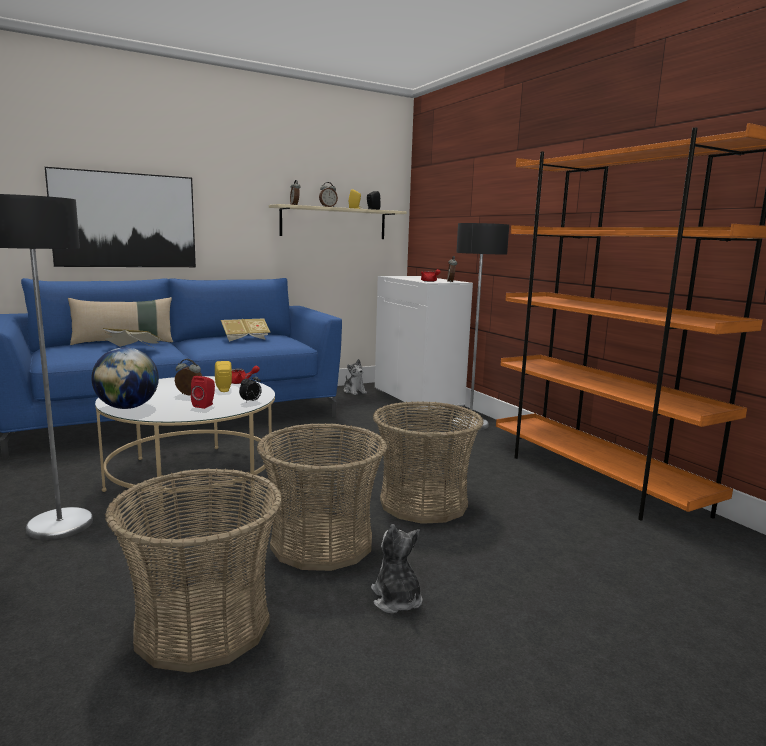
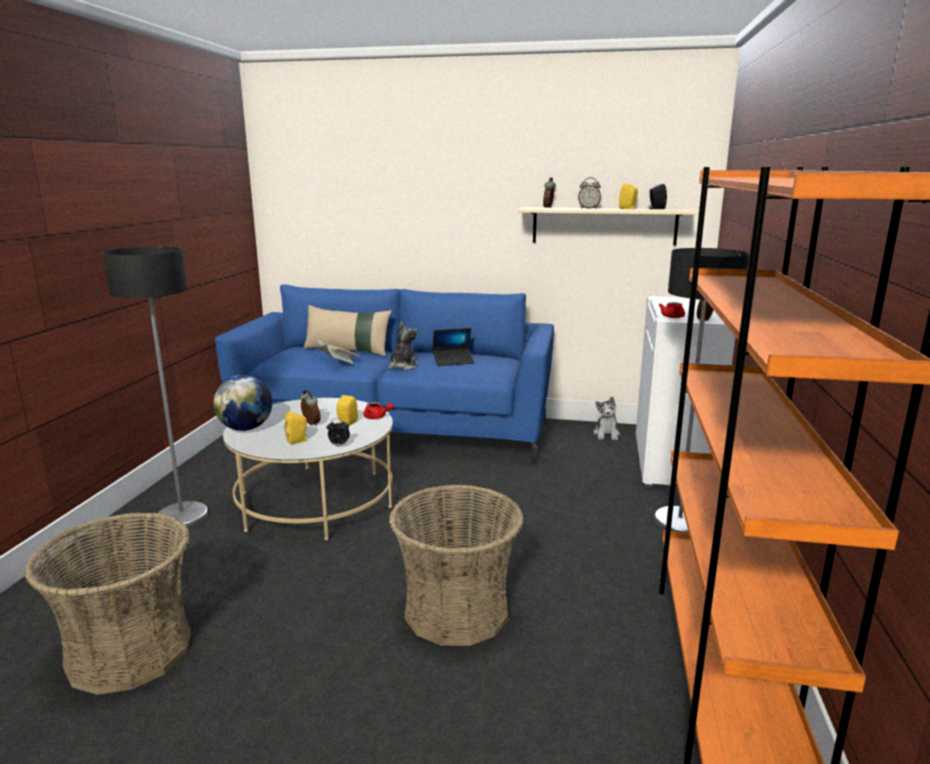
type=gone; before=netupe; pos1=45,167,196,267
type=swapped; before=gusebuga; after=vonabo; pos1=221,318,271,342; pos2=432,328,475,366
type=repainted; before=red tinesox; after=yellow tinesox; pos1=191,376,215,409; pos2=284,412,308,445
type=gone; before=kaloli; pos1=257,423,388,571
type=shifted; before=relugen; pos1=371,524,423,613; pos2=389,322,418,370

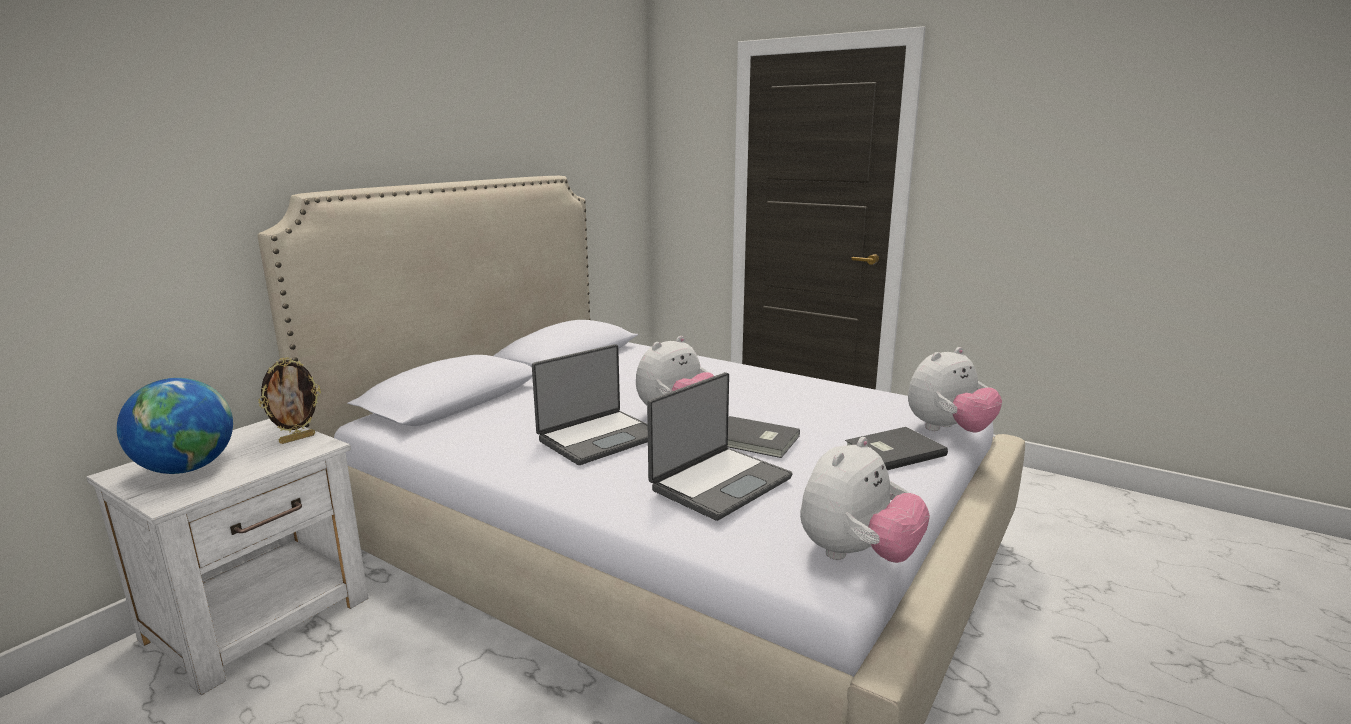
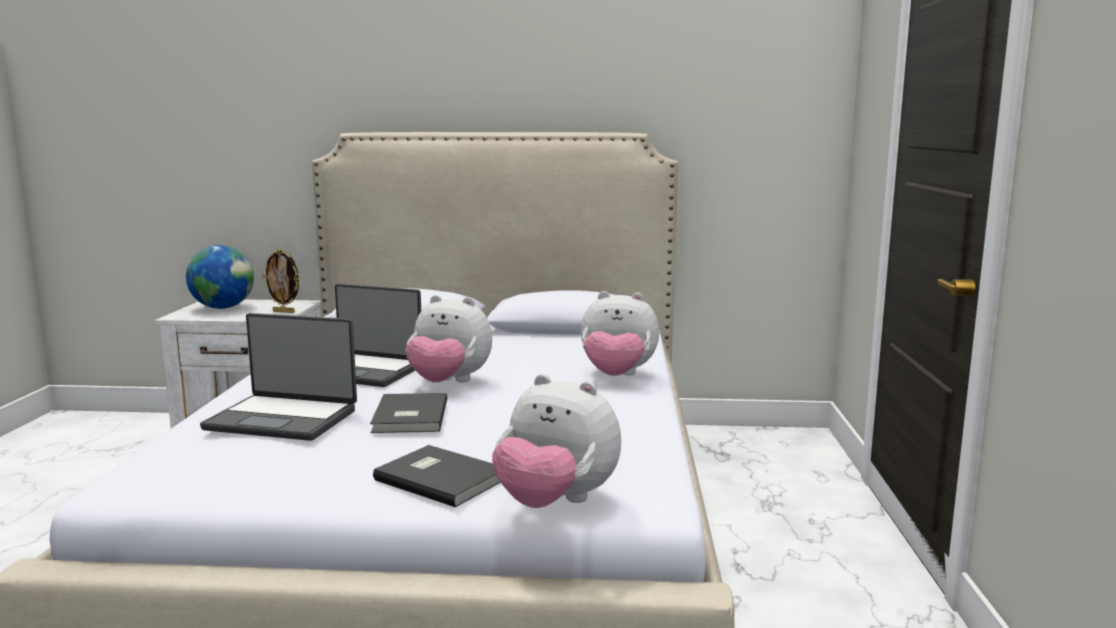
type=shifted; before=relugen; pos1=800,437,930,563; pos2=581,291,659,376

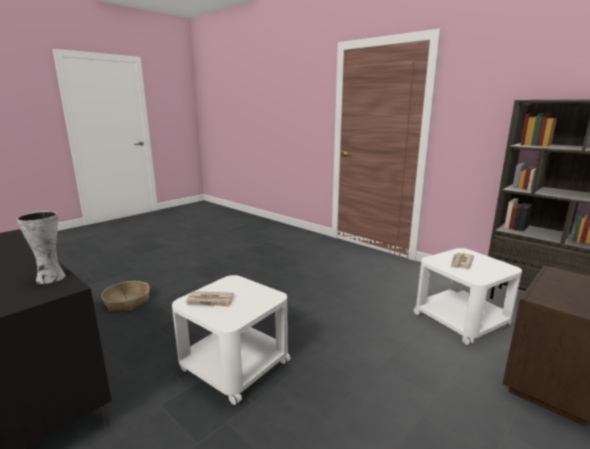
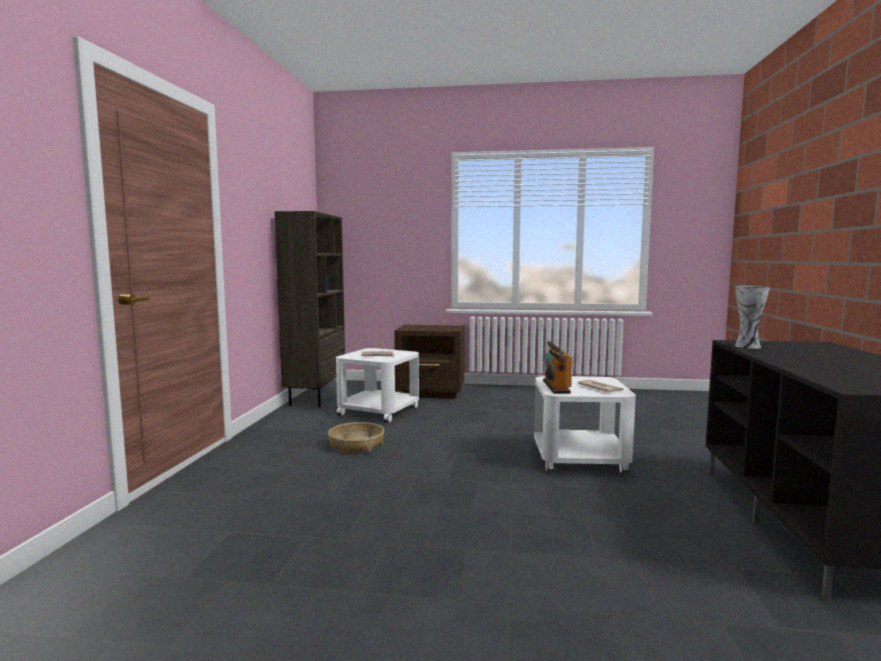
type=shifted; before=kaloli; pos1=101,281,150,311; pos2=328,422,384,454
type=new; after=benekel; pos2=543,341,572,393

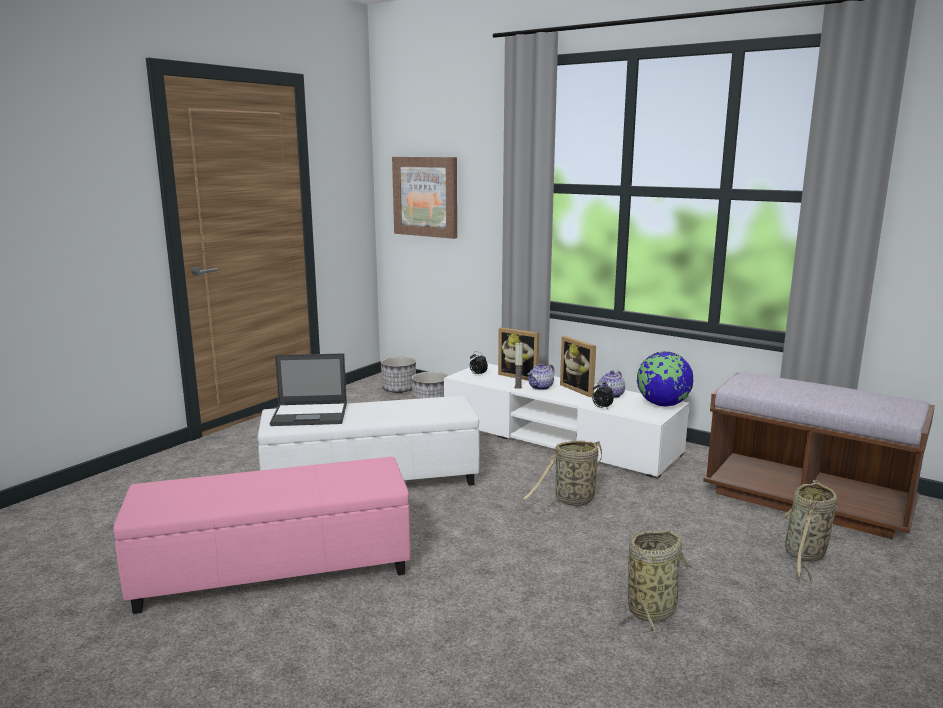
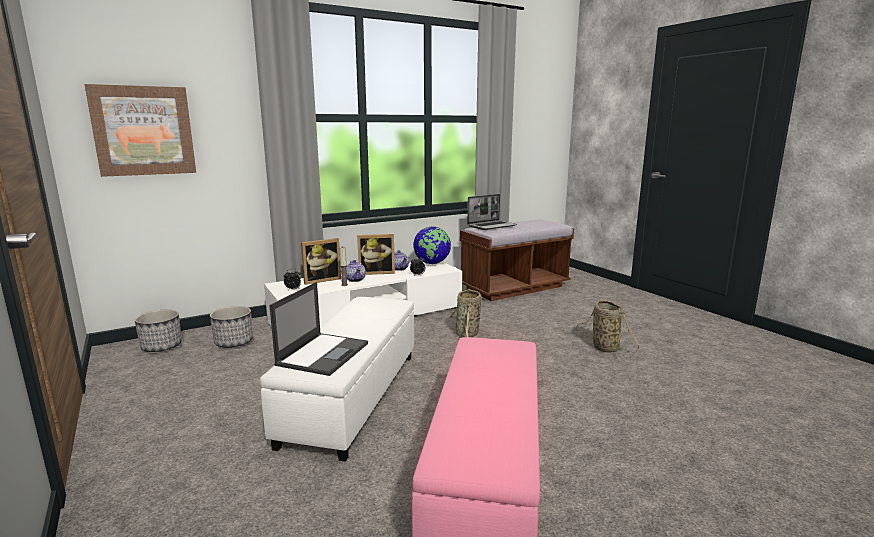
type=gone; before=kaloli; pos1=781,480,837,583
type=new; after=vonabo; pos2=467,194,517,230

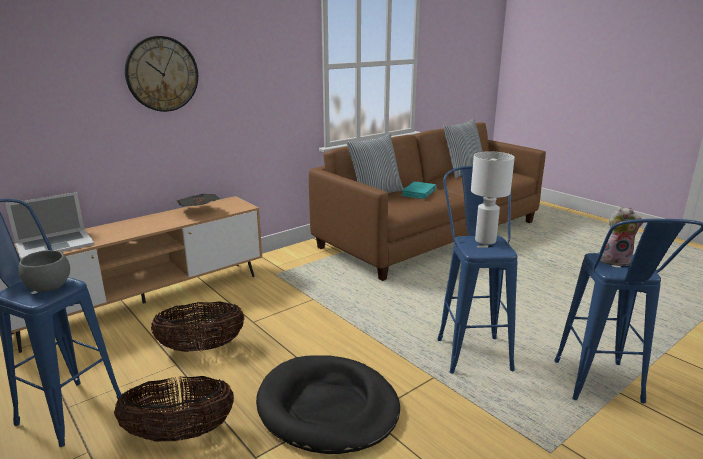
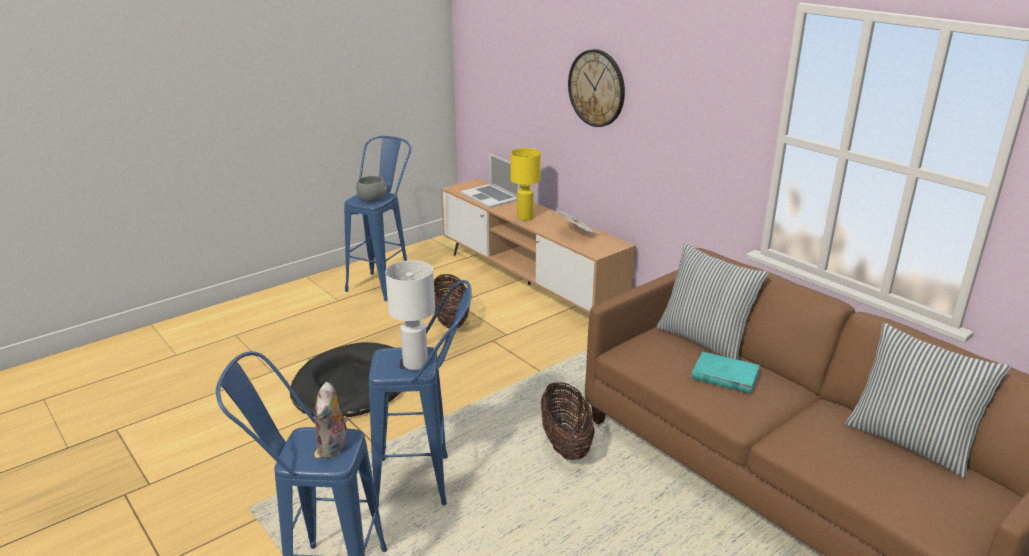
type=shifted; before=kaloli; pos1=114,376,234,442; pos2=541,381,595,460
type=new; after=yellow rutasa; pos2=510,148,541,221

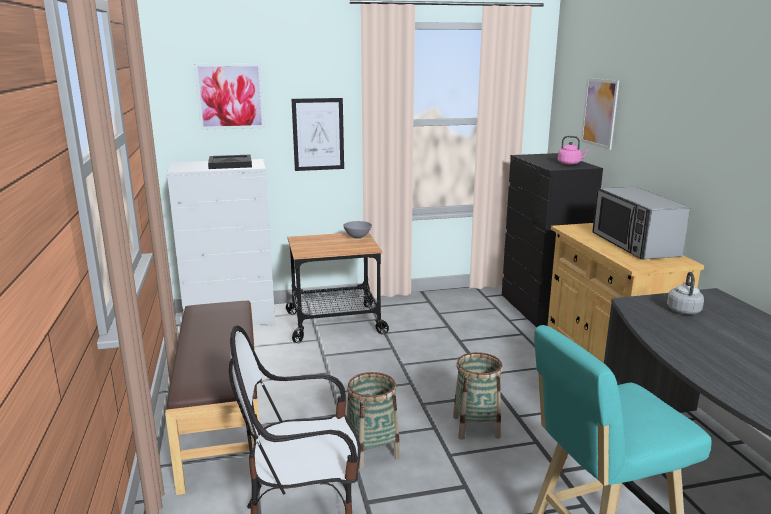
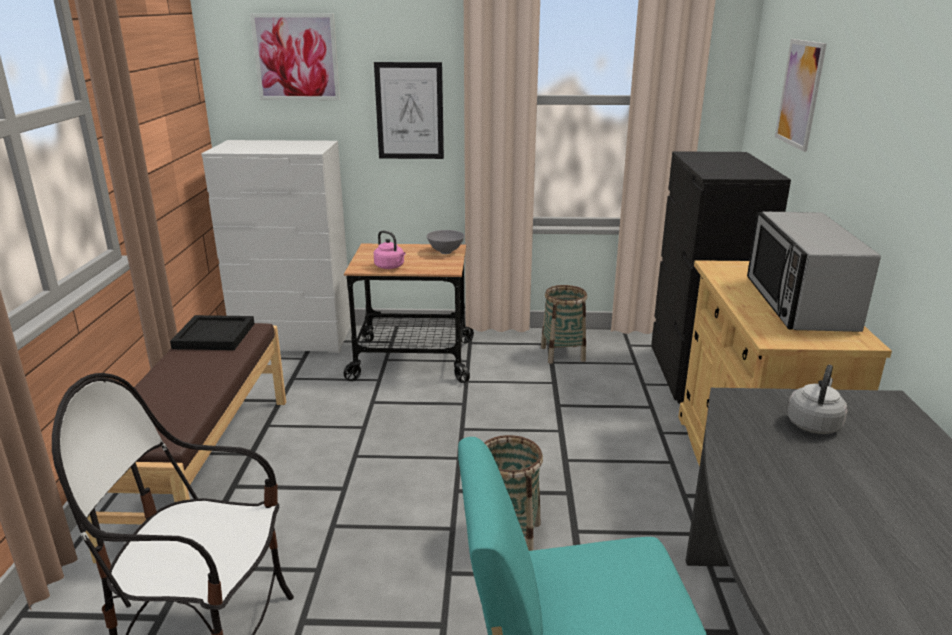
type=shifted; before=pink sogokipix; pos1=558,136,589,165; pos2=374,230,406,269
type=shifted; before=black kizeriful; pos1=208,154,252,169; pos2=170,315,254,350
type=shifted; before=kaloli; pos1=347,372,400,469; pos2=541,285,587,364

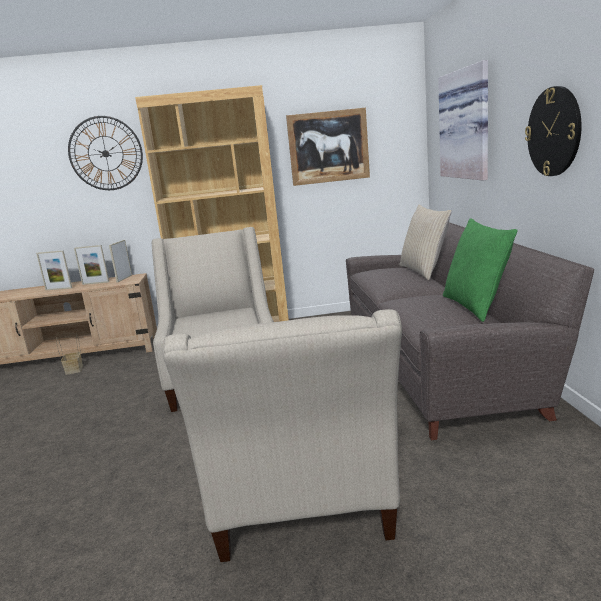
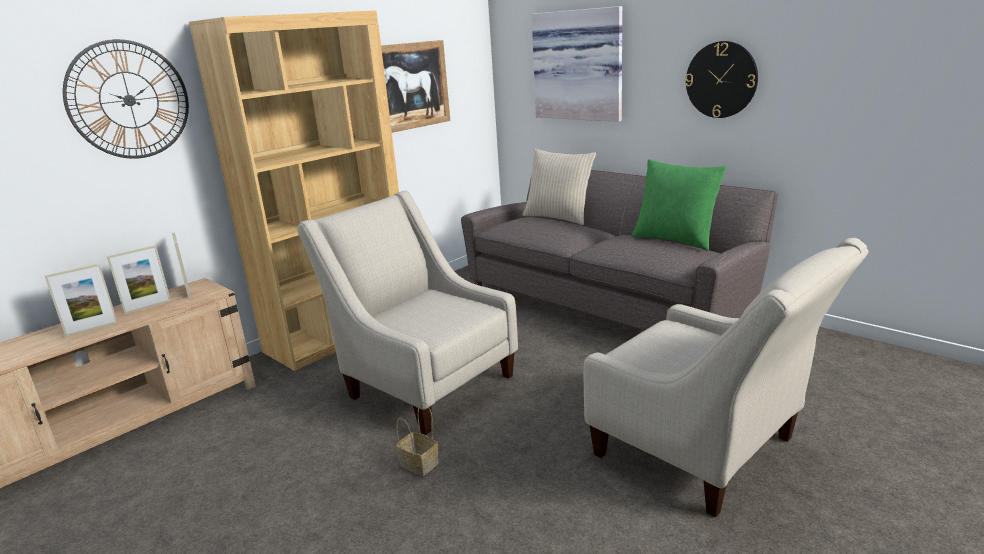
type=shifted; before=kaloli; pos1=56,334,83,375; pos2=396,402,439,476

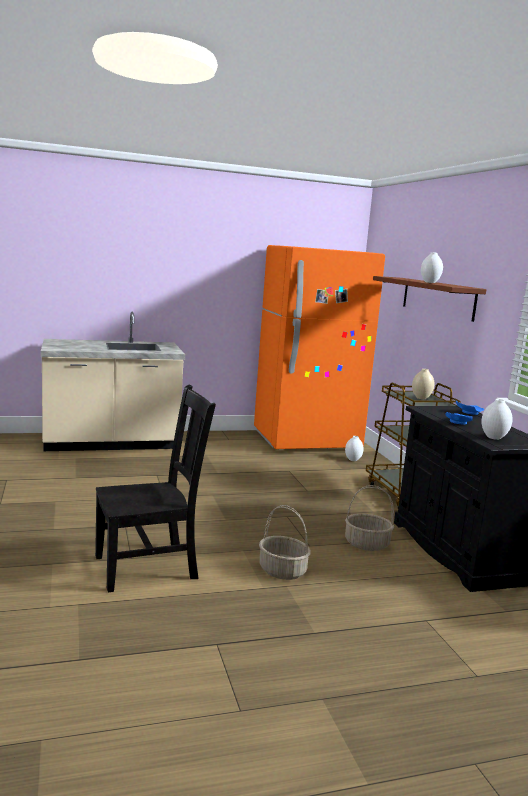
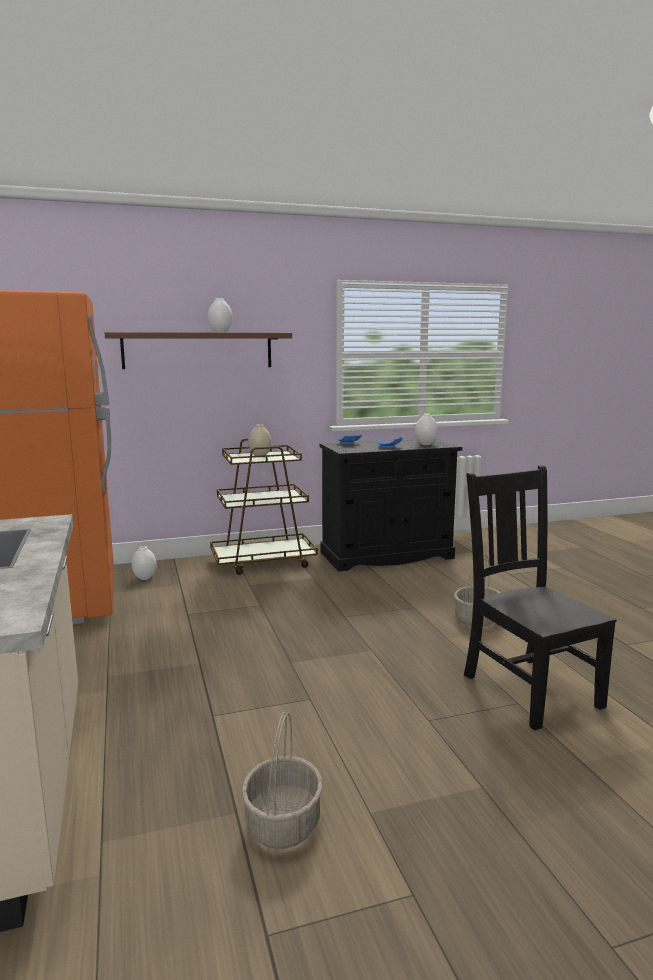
type=shifted; before=kaloli; pos1=345,485,394,551; pos2=242,712,323,849

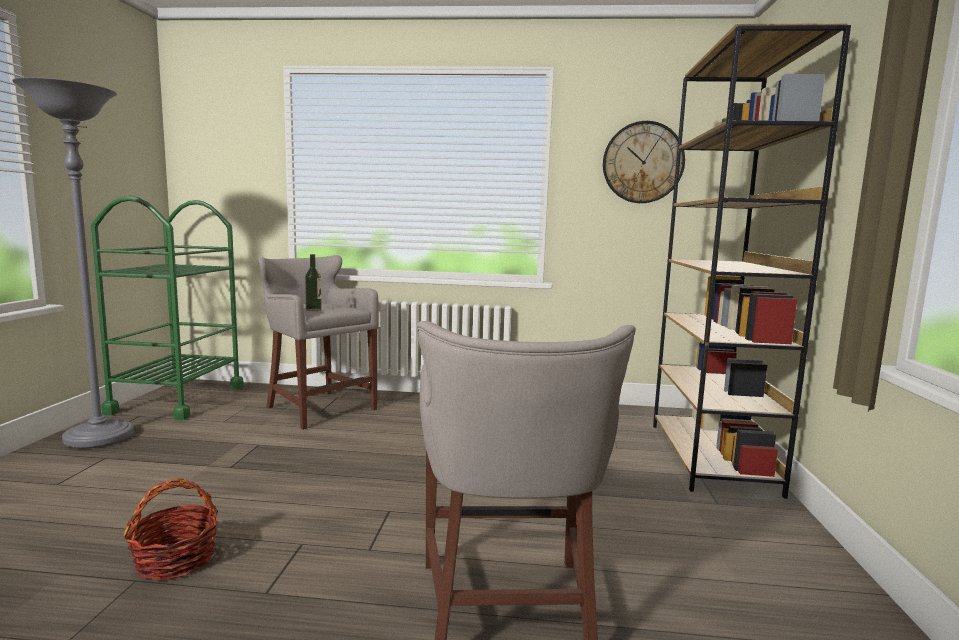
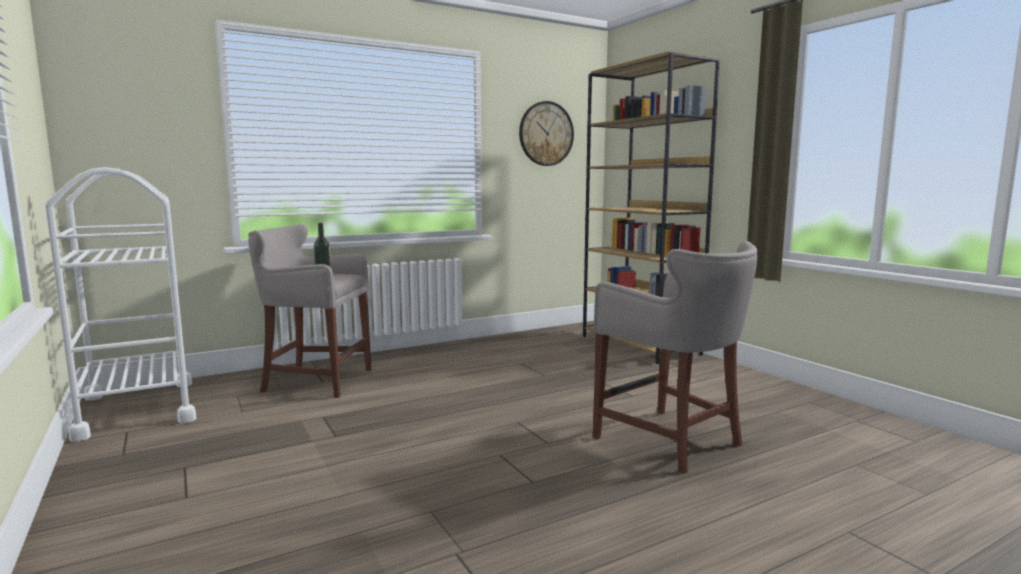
type=gone; before=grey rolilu; pos1=12,77,134,448
type=repainted; before=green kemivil; after=white kemivil; pos1=91,196,244,420; pos2=45,167,196,442
type=gone; before=kaloli; pos1=123,479,218,581

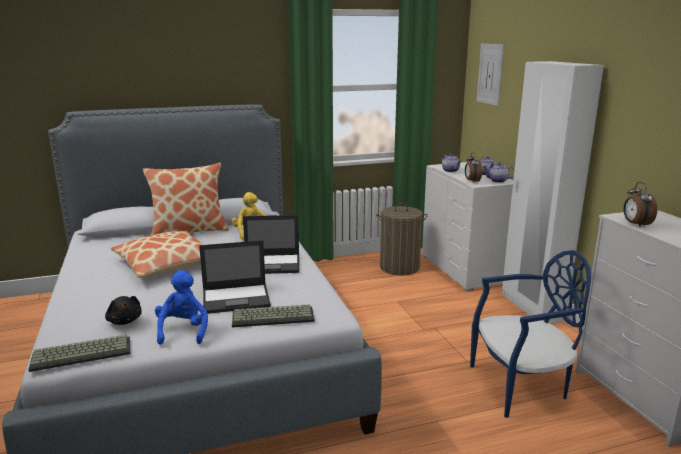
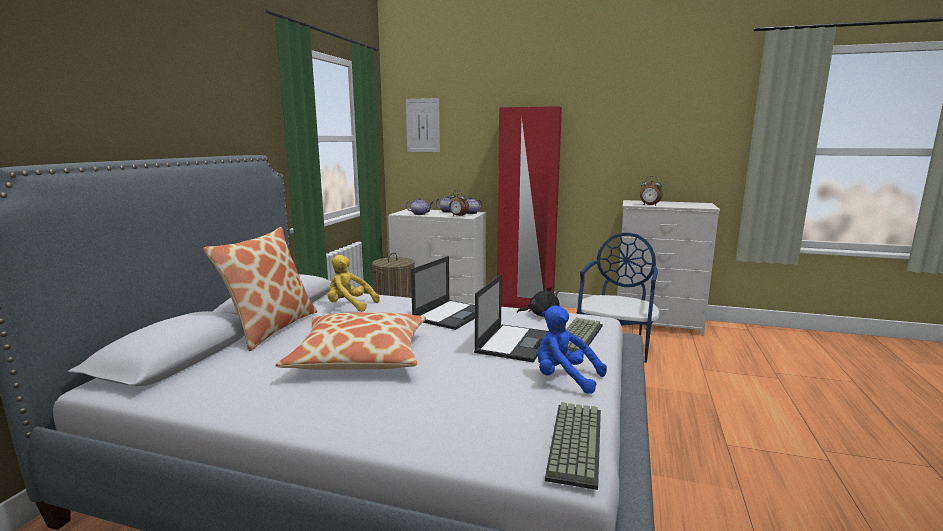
type=repainted; before=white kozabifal; after=red kozabifal; pos1=502,61,604,324; pos2=497,106,562,309
type=shifted; before=black relugen; pos1=105,296,142,325; pos2=517,287,560,317

